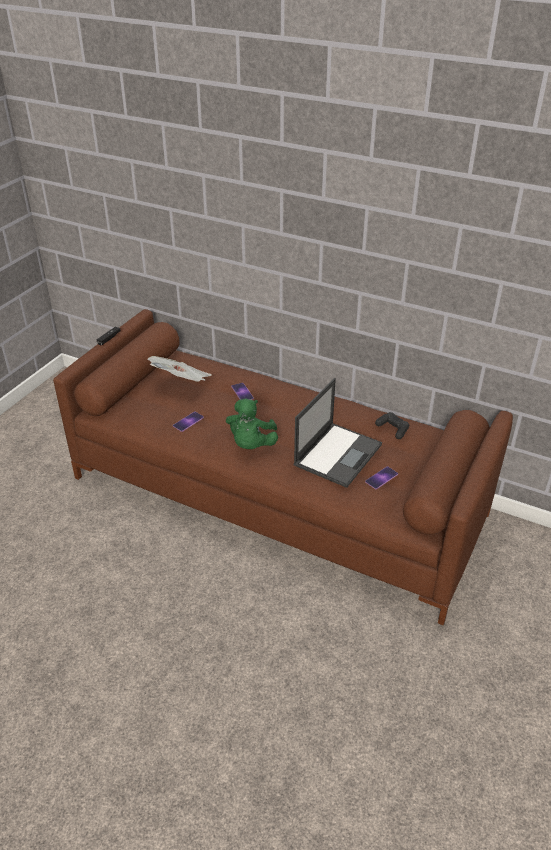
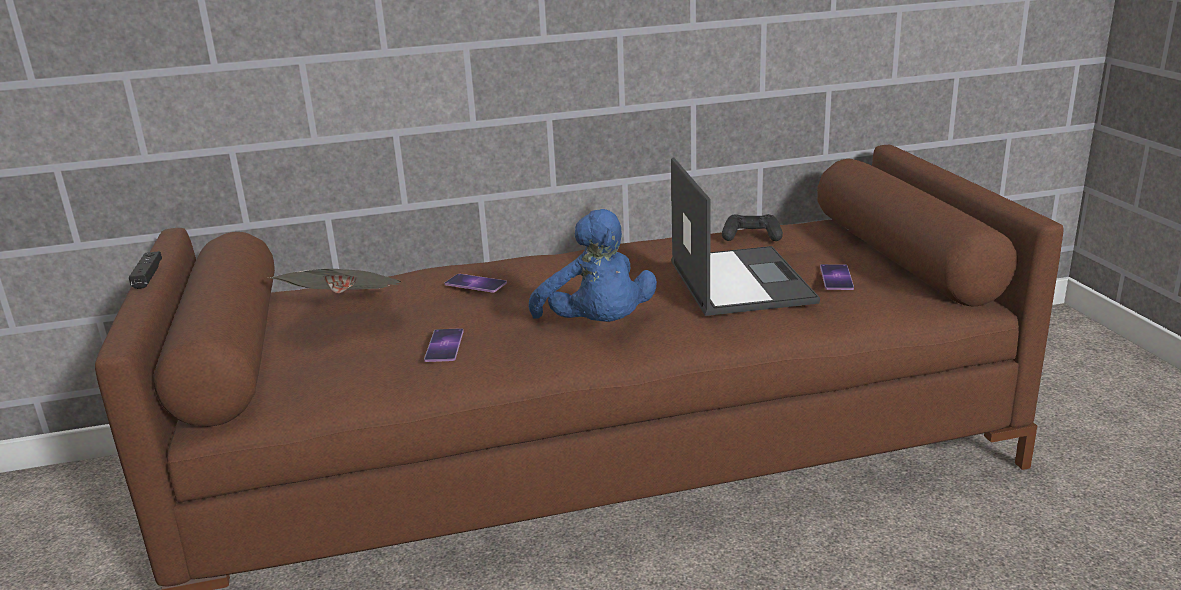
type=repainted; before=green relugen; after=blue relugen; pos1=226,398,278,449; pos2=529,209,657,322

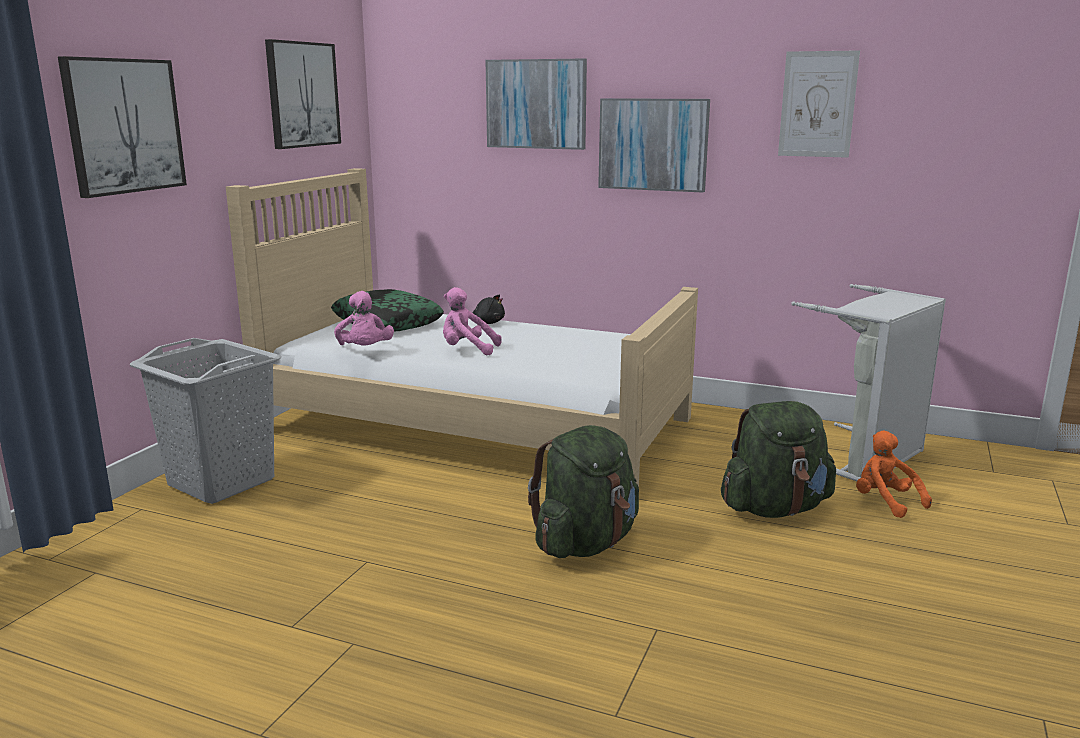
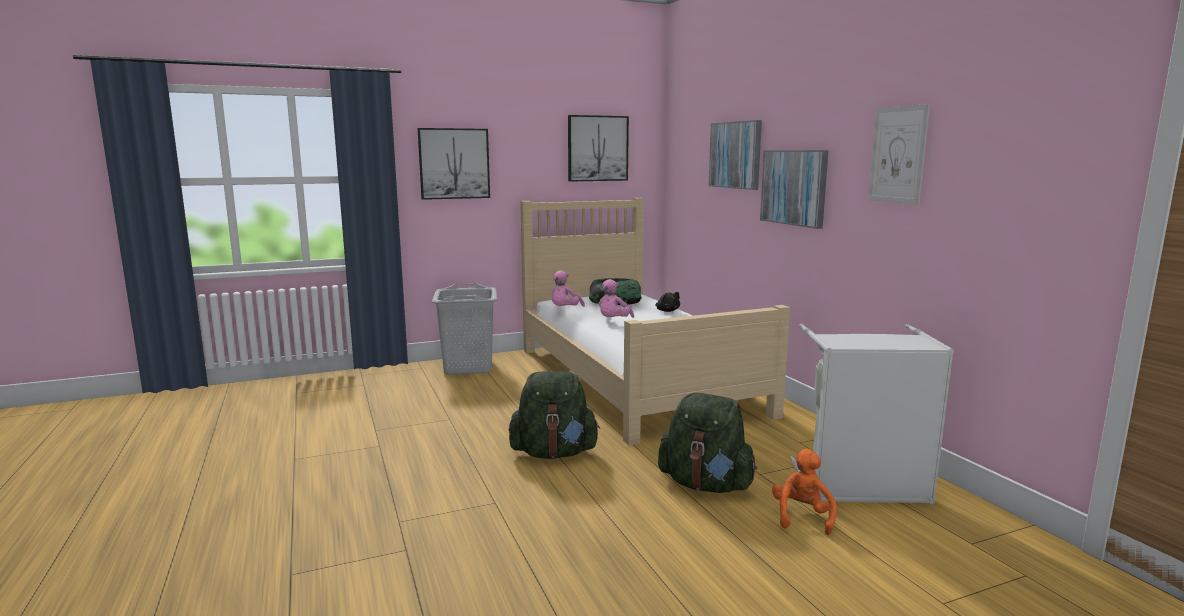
type=rotated; before=pink relugen; pos1=443,287,502,355; pos2=599,279,634,318; turn=-120

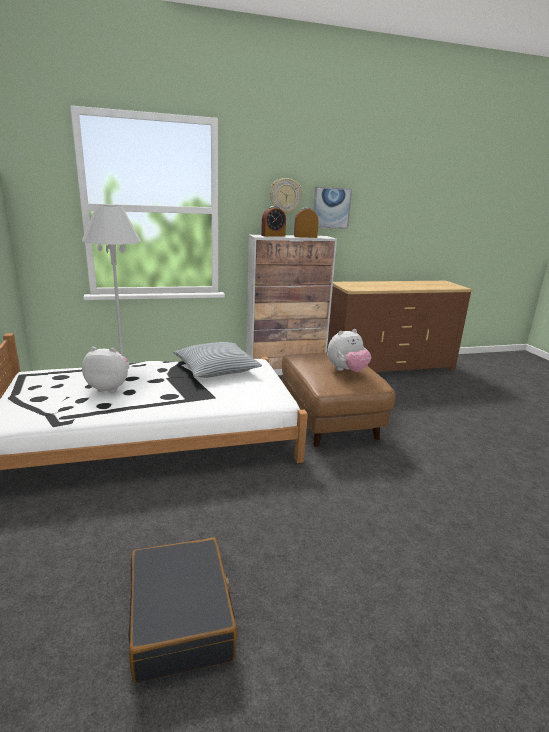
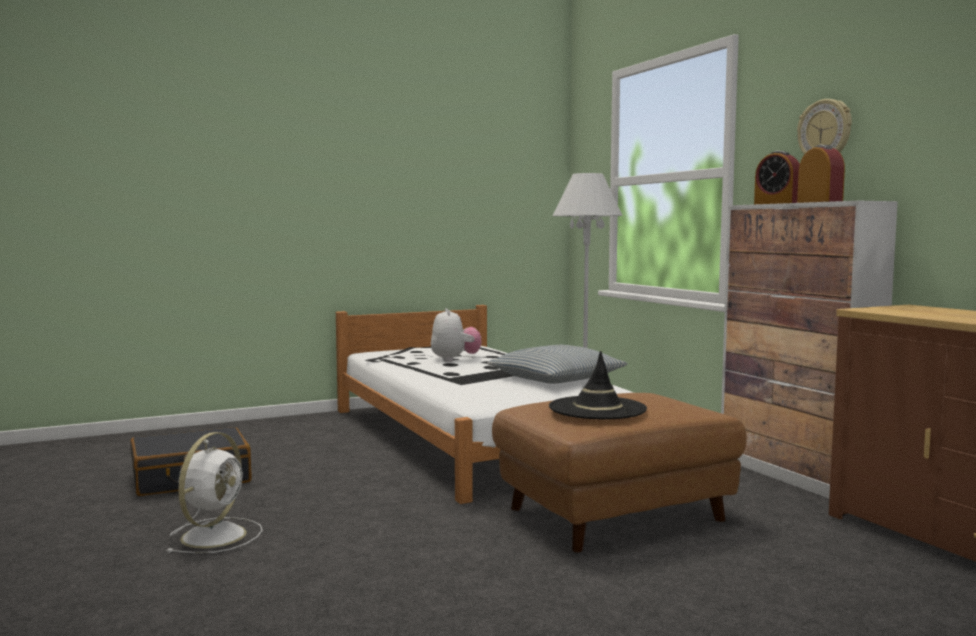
type=gone; before=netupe; pos1=313,187,352,229
type=swapped; before=relugen; after=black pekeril; pos1=327,329,372,372; pos2=549,351,647,419
type=new; after=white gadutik; pos2=166,432,262,553

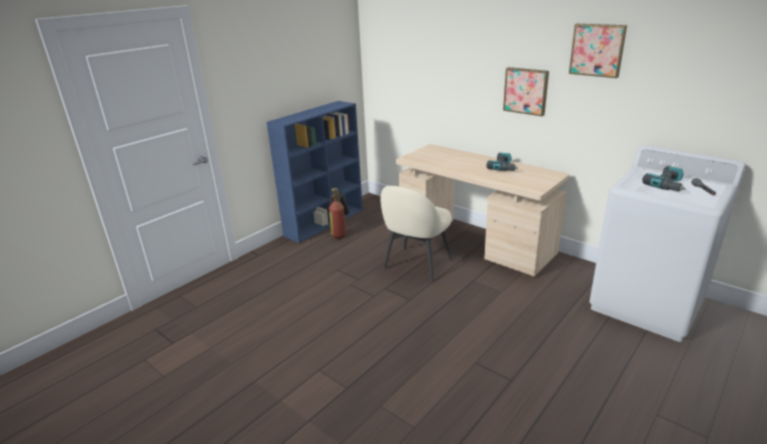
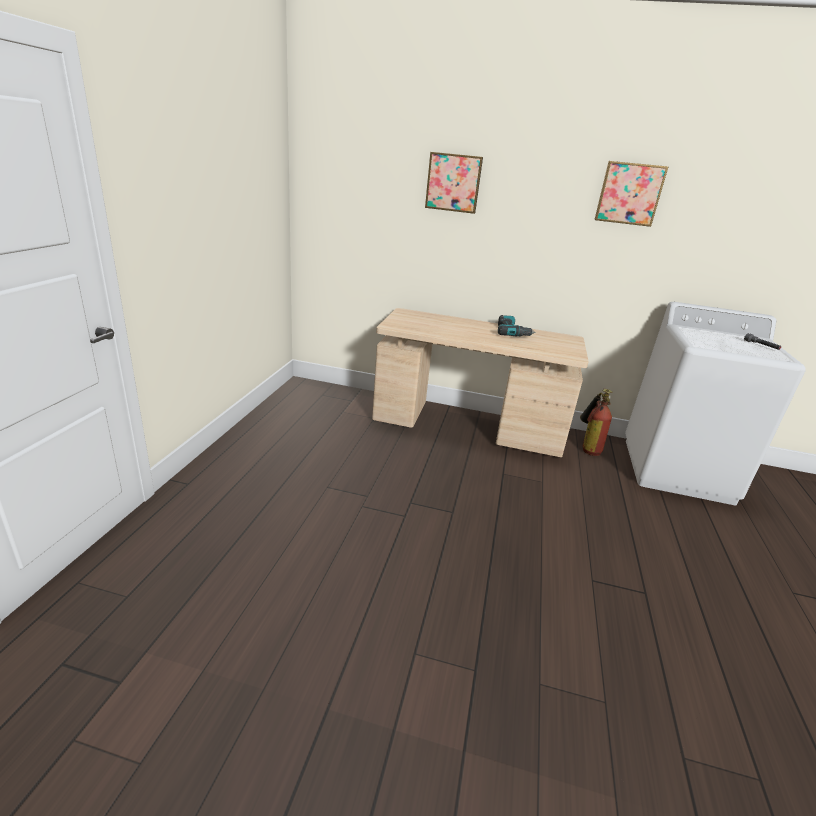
type=shifted; before=netupe; pos1=503,67,549,116; pos2=425,152,483,214
type=gone; before=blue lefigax; pos1=267,101,363,243
type=gone; before=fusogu; pos1=642,166,686,192
type=gone; before=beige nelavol; pos1=380,186,452,282
type=shifted; before=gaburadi; pos1=328,188,350,239; pos2=580,389,613,456

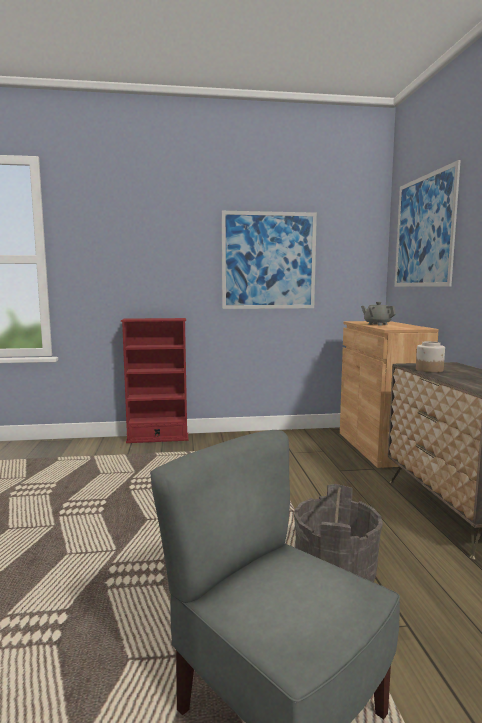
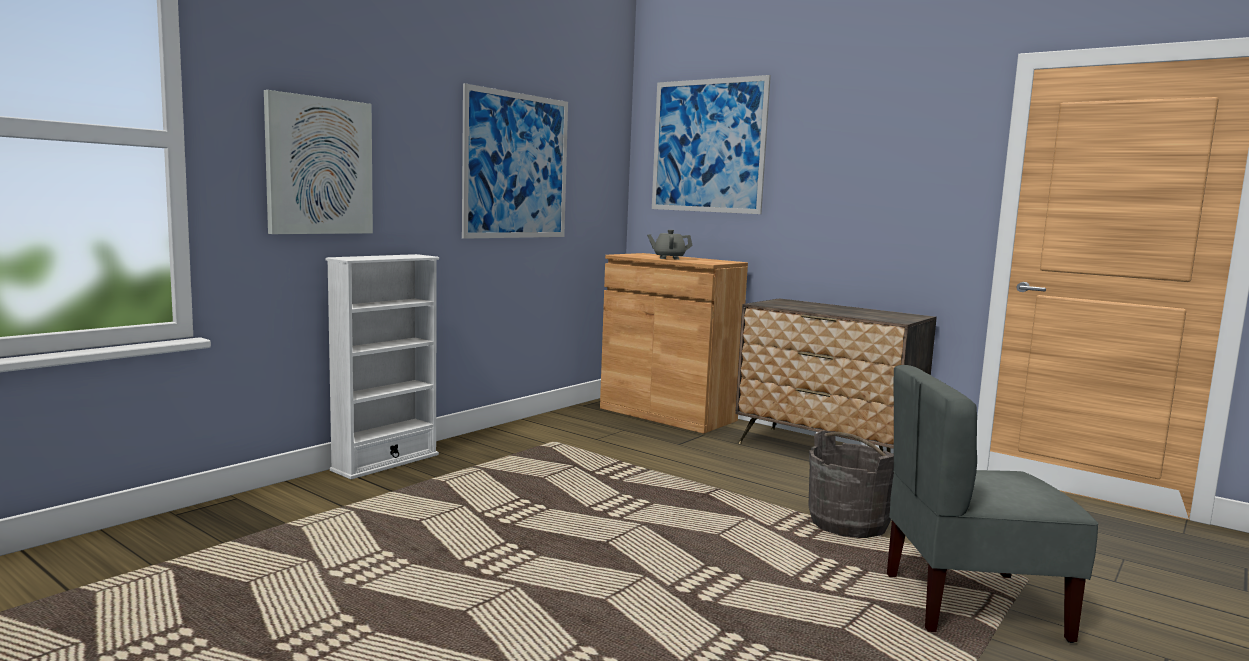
type=repainted; before=red lefigax; after=white lefigax; pos1=121,318,188,443; pos2=326,254,439,479
type=gone; before=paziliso; pos1=416,341,445,373
type=new; after=netupe; pos2=264,90,373,234

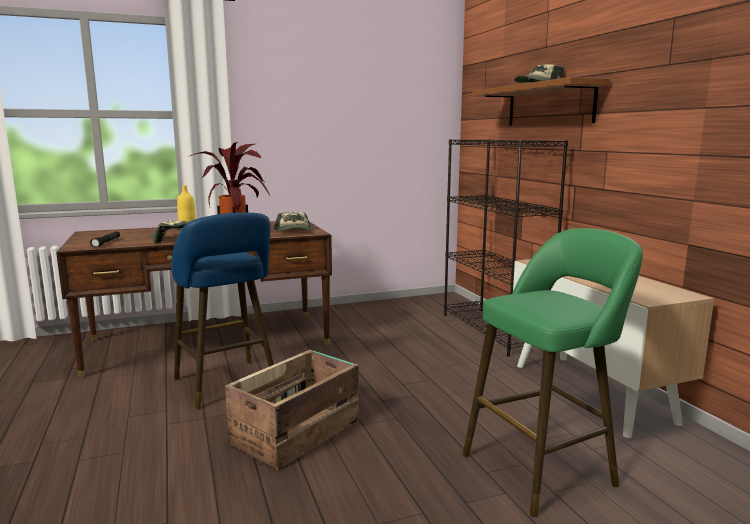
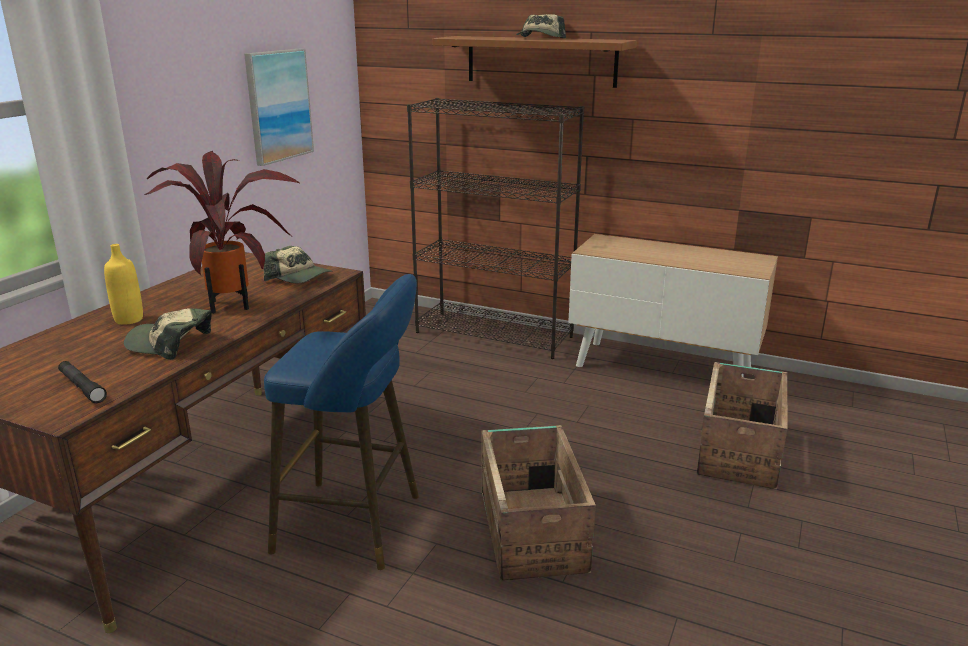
type=swapped; before=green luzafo; after=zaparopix; pos1=463,228,643,517; pos2=697,362,787,489
type=new; after=netupe; pos2=244,49,314,166

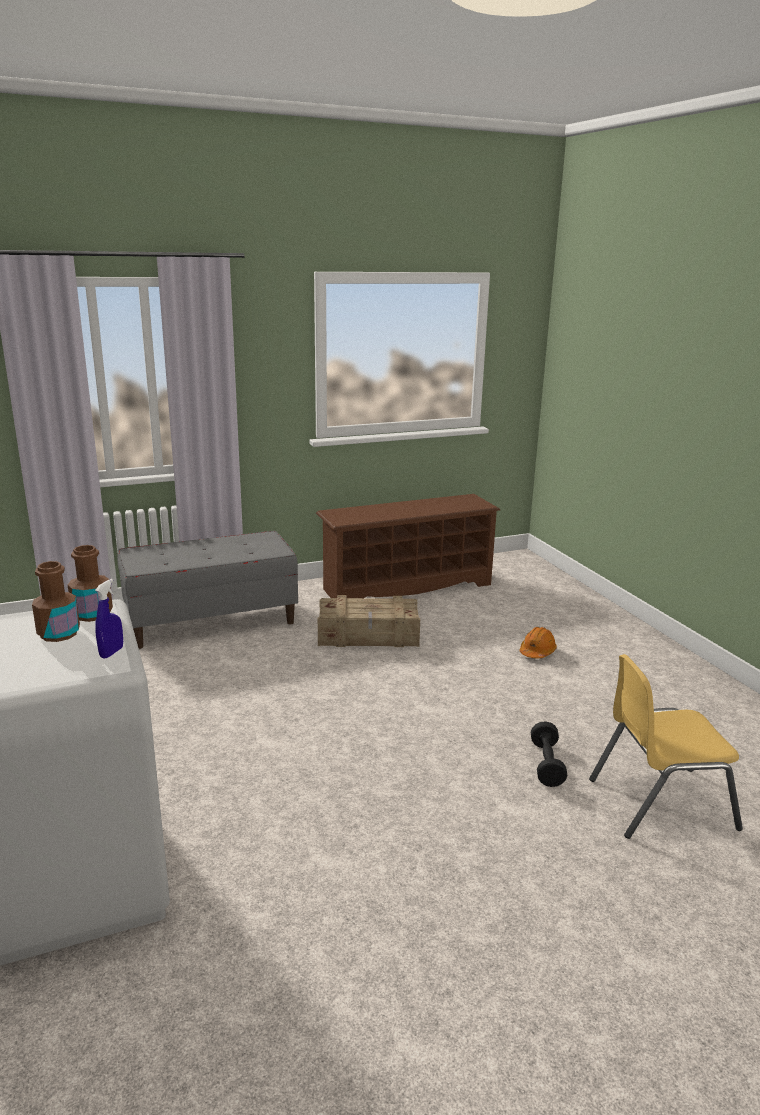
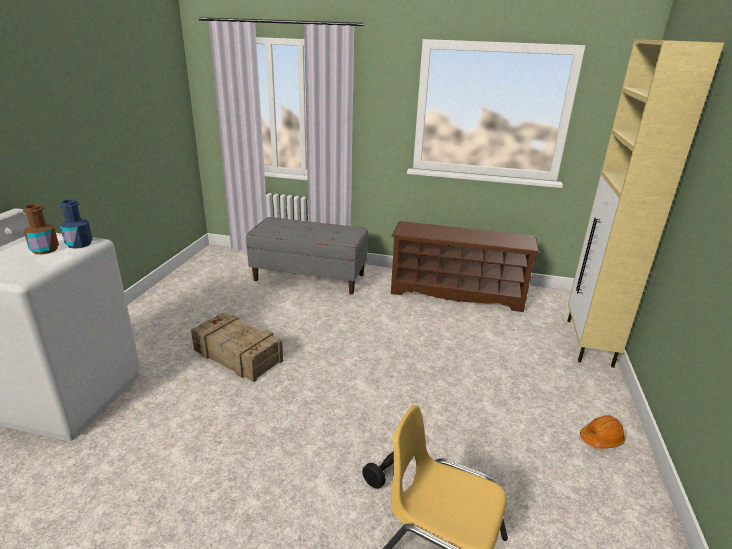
type=repainted; before=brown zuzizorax; after=blue zuzizorax; pos1=68,545,113,622; pos2=60,199,93,249
type=gone; before=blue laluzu; pos1=95,579,123,659
type=shifted; before=zaparopix; pos1=318,595,420,647; pos2=191,313,283,382
type=shifted; before=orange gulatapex; pos1=519,627,557,659; pos2=580,415,625,449
type=new; after=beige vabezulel; pos2=568,39,724,368

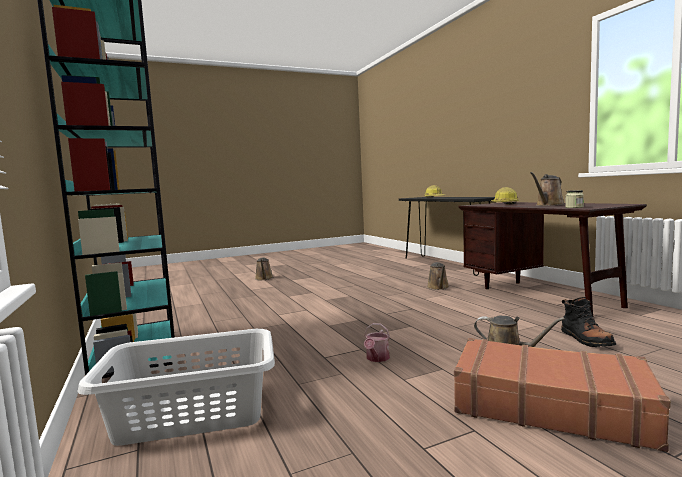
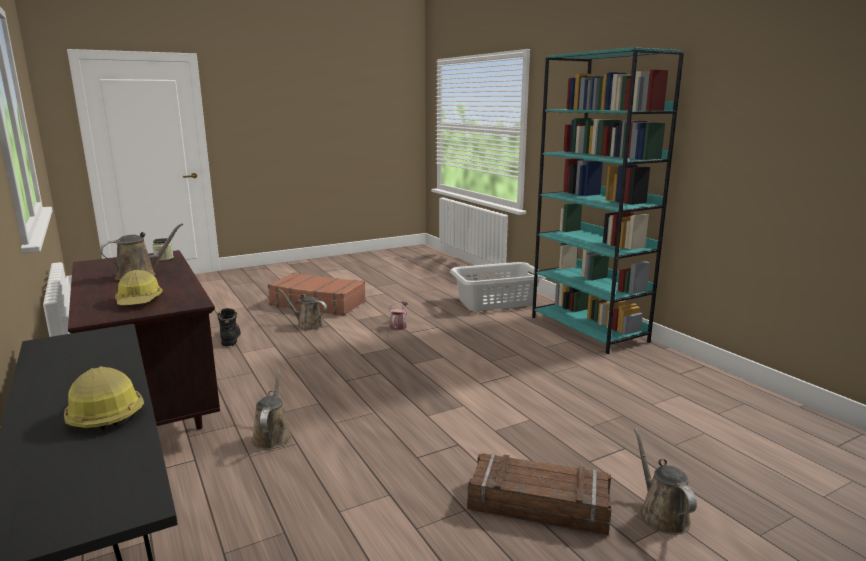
type=new; after=zaparopix; pos2=467,453,611,535

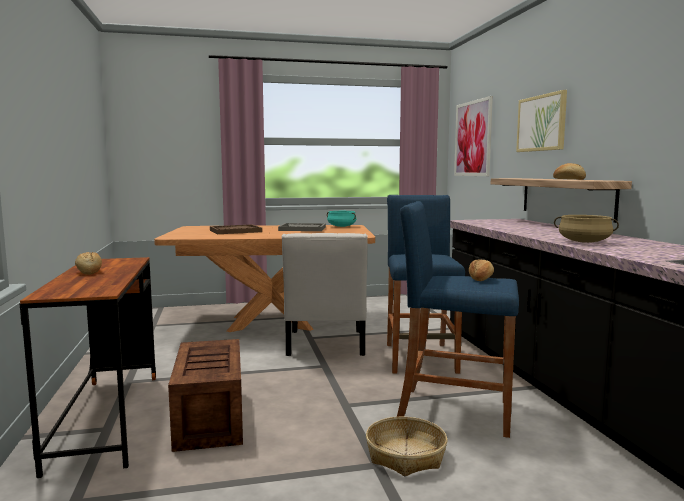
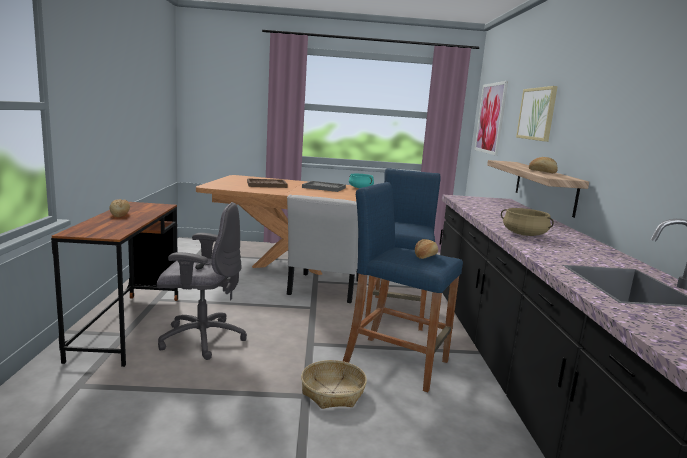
type=swapped; before=zaparopix; after=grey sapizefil; pos1=168,339,243,452; pos2=157,202,247,360

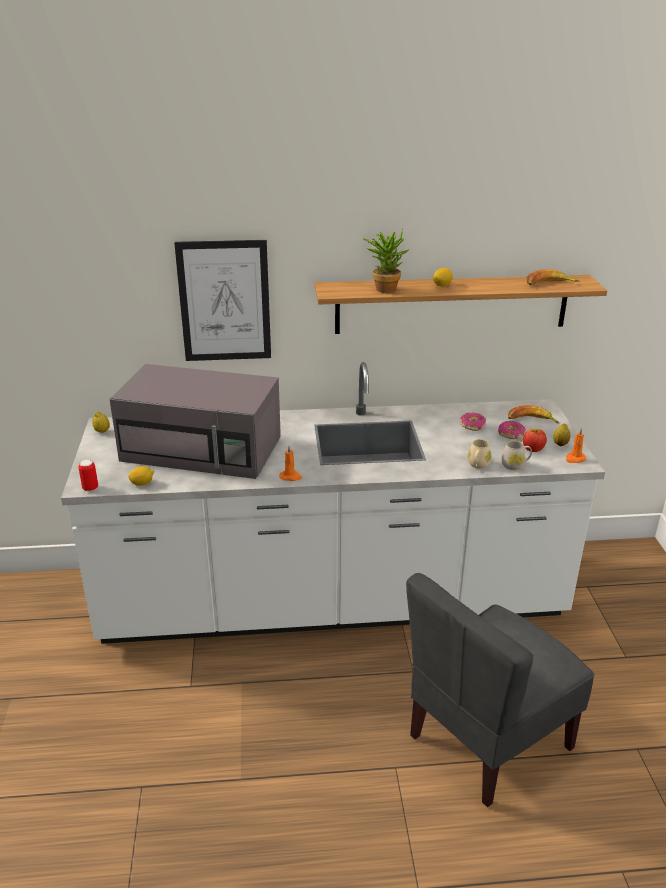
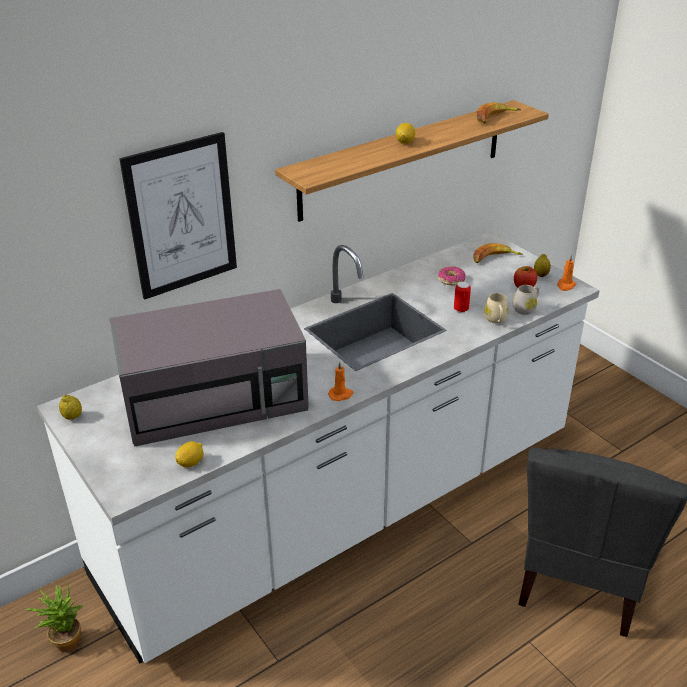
type=shifted; before=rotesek; pos1=363,228,410,293; pos2=26,583,83,652
type=gone; before=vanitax; pos1=498,421,526,439
type=shifted; before=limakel; pos1=78,460,98,491; pos2=454,282,471,313

